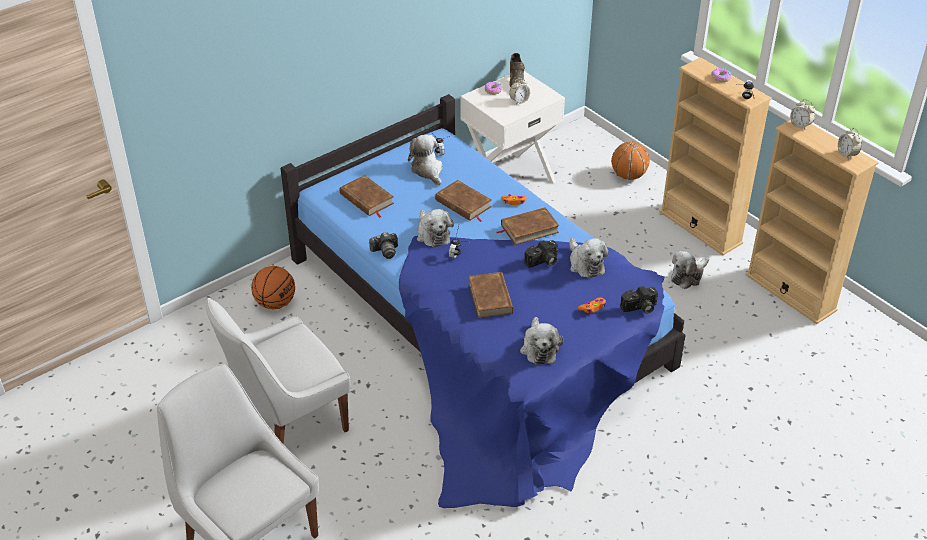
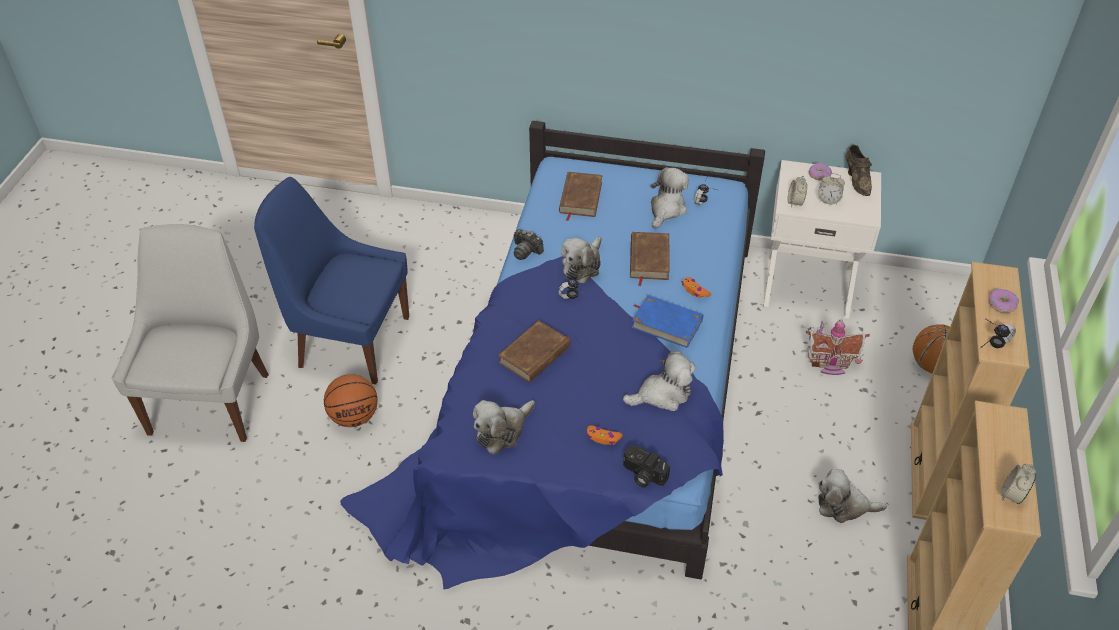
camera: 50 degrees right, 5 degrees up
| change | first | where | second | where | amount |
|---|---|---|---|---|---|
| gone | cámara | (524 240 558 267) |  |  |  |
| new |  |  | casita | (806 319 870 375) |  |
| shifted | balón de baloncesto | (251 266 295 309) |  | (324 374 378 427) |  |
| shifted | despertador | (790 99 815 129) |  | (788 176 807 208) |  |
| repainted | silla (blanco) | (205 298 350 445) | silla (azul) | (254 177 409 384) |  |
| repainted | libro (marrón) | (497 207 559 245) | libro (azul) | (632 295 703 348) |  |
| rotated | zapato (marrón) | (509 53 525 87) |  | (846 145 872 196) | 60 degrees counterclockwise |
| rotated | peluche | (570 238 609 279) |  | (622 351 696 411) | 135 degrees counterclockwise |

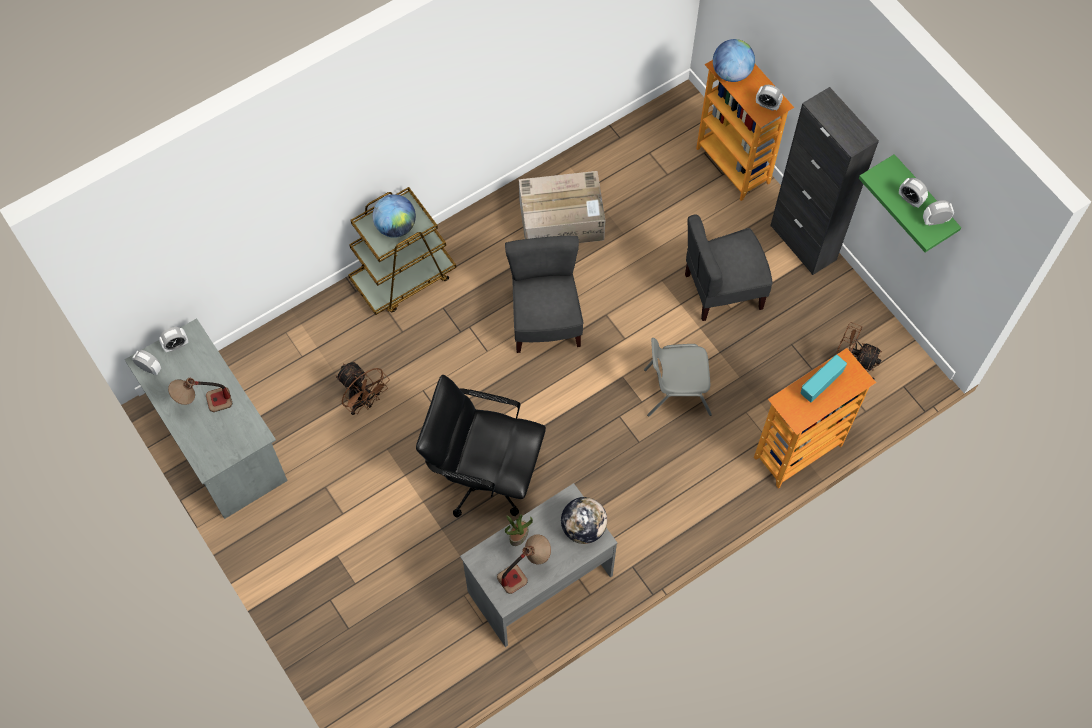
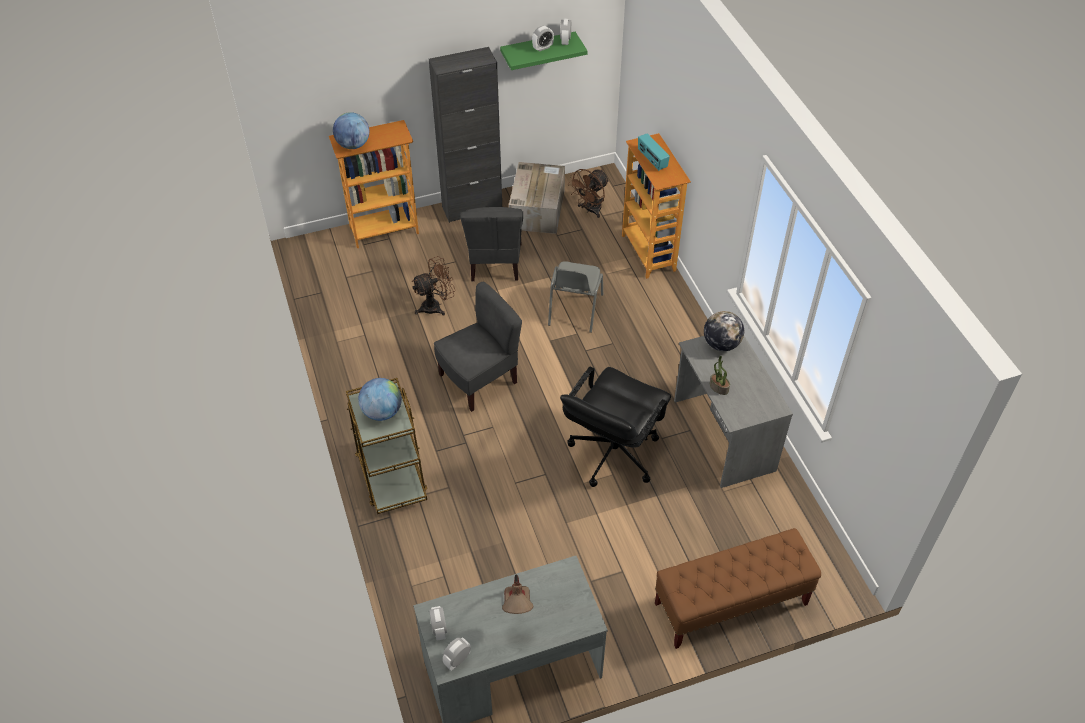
camera: 75 degrees left, 15 degrees down
| change | first | where | second | where | amount |
|---|---|---|---|---|---|
| gone | lámpara de mesa | (497 534 551 594) |  |  |  |
| gone | despertador | (756 85 783 111) |  |  |  |
| new |  |  | banco (marrón) | (655 528 821 649) |  |
| shifted | ventilador (marrón) | (336 362 389 415) |  | (412 256 456 315) |  |
| shifted | caja de cartón | (519 171 606 243) |  | (509 162 565 234) |  |
| rotated | silla (gris) | (505 236 583 353) |  | (434 282 522 412) | 135 degrees clockwise |

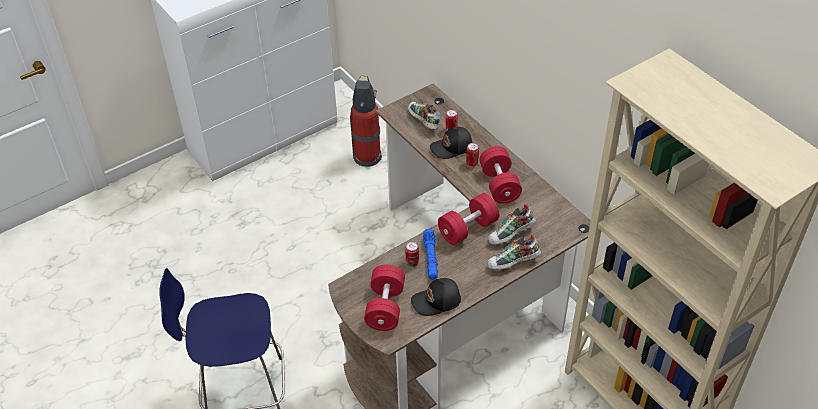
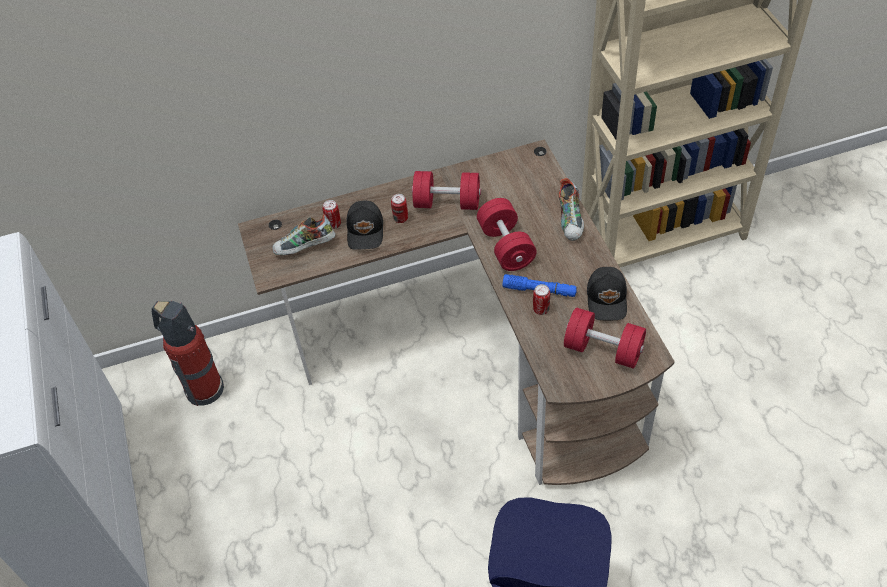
camera: 70 degrees left, 5 degrees up
| change | first | where | second | where | amount |
|---|---|---|---|---|---|
| gone | zapato | (488 204 536 245) |  |  |  |

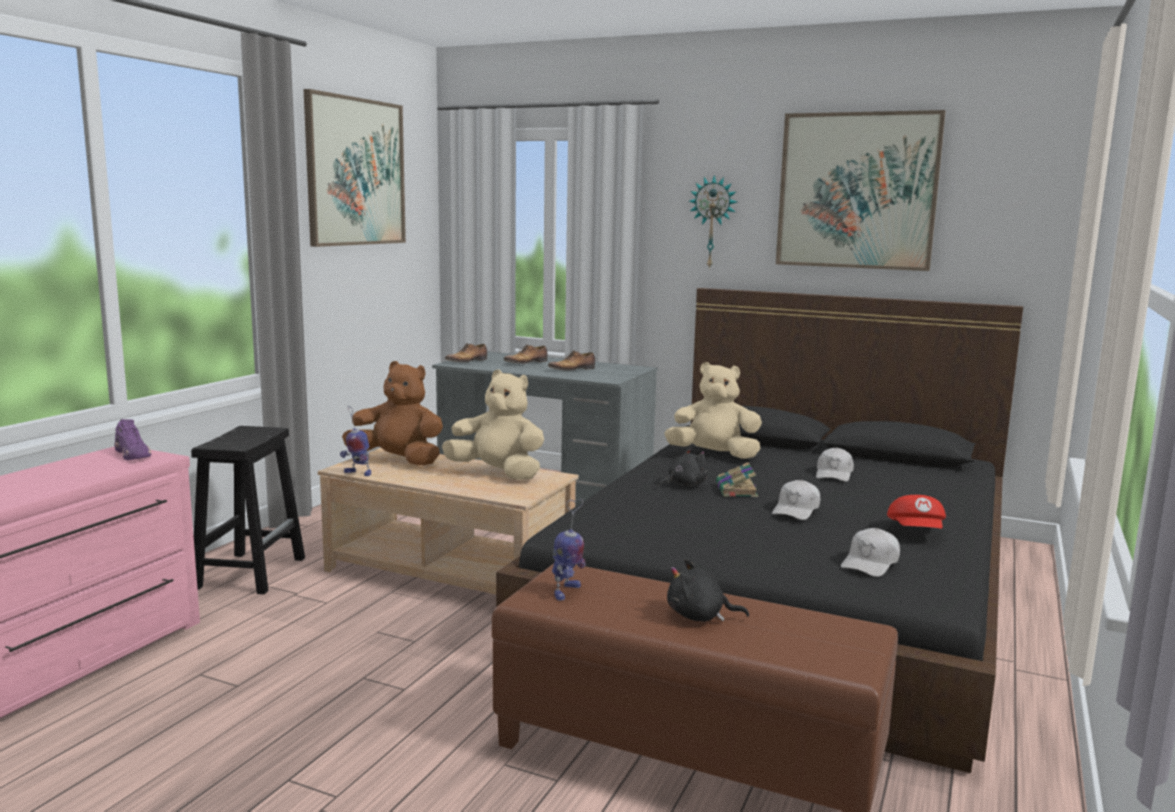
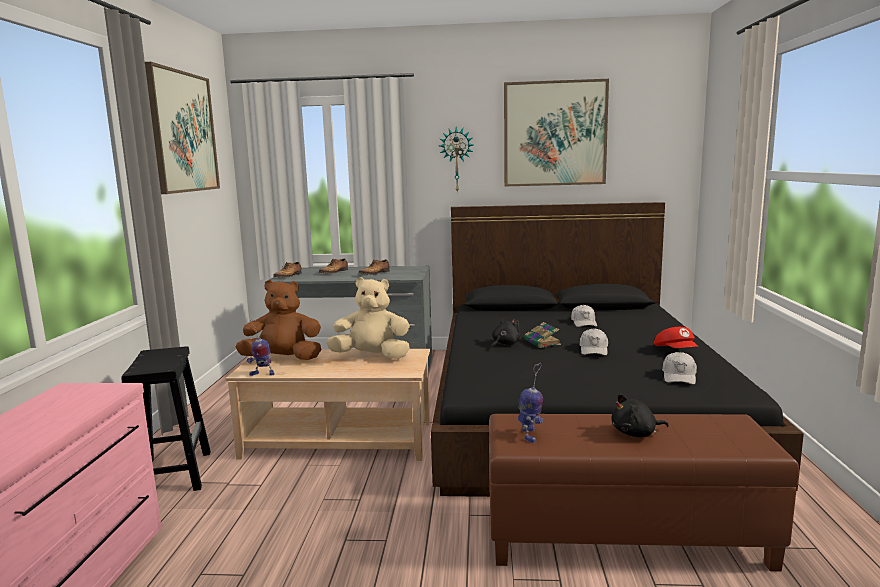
camera: 20 degrees left, 0 degrees up
| change | first | where | second | where | amount |
|---|---|---|---|---|---|
| gone | zapato (morado) | (114 419 151 460) |  |  |  |
| gone | peluche (beis) | (664 362 762 459) |  |  |  |

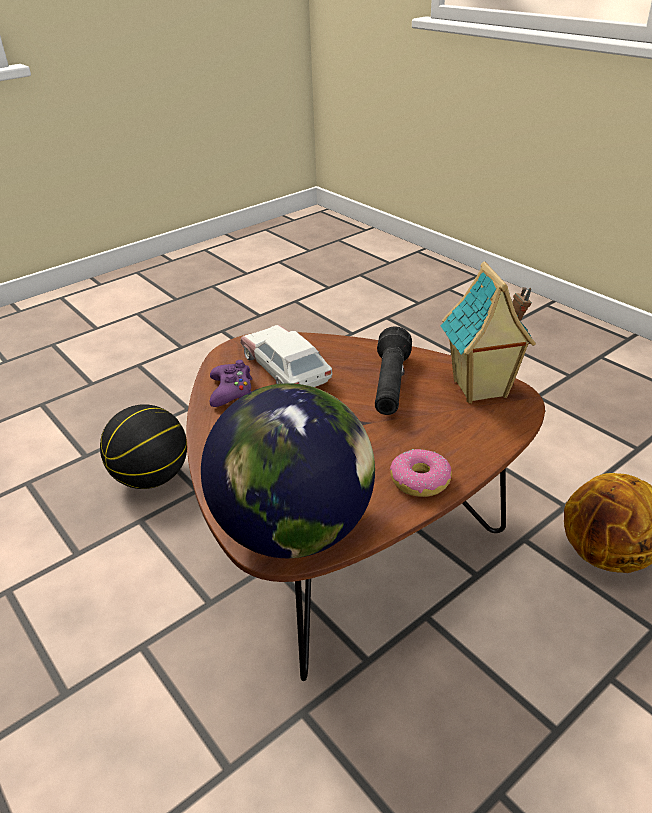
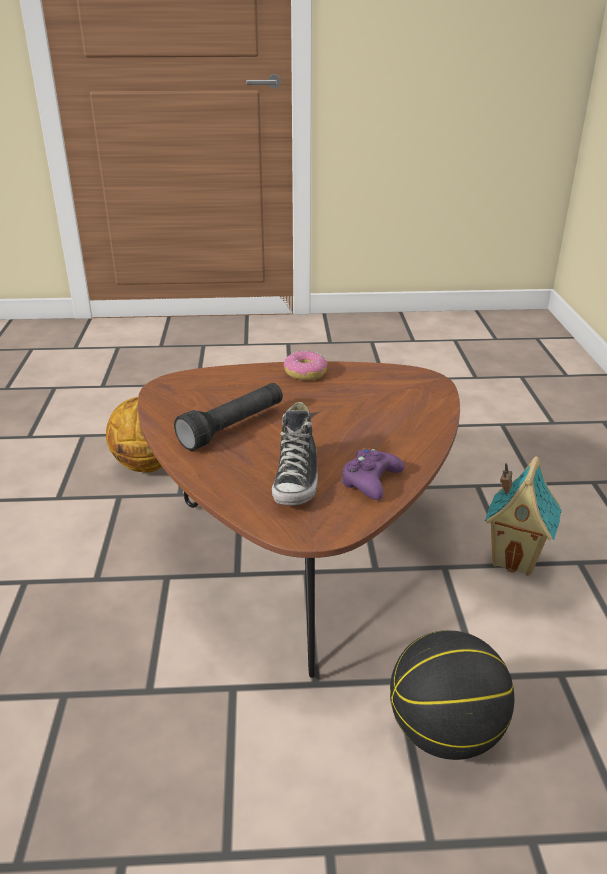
camera: 145 degrees left, 5 degrees down
| change | first | where | second | where | amount |
|---|---|---|---|---|---|
| gone | globo terráqueo | (201 383 375 558) |  |  |  |
| shifted | casita | (441 262 536 403) |  | (484 456 562 576) |  |
| swapped | coche de juguete | (241 325 332 387) | zapato | (272 402 318 506) |  |

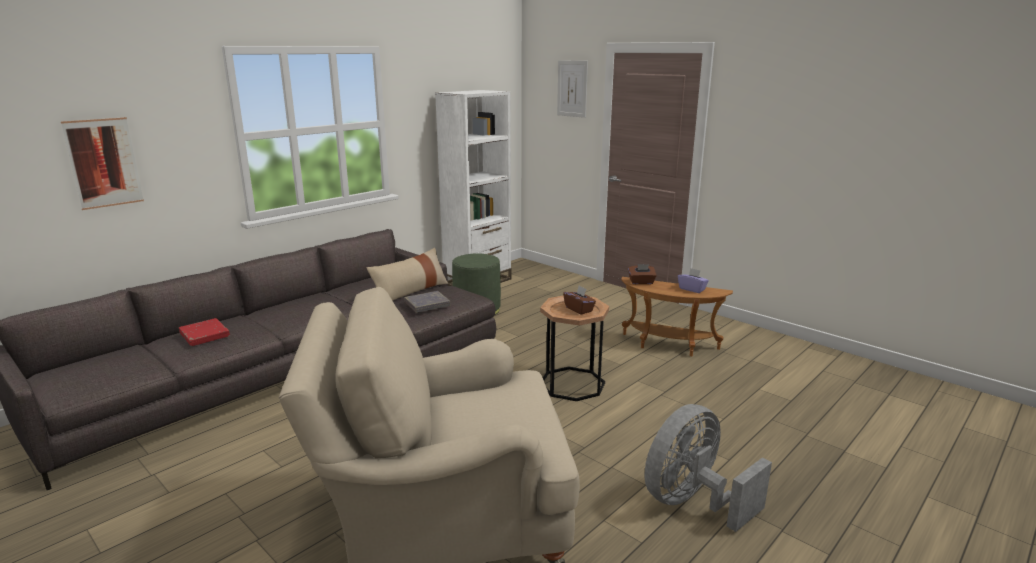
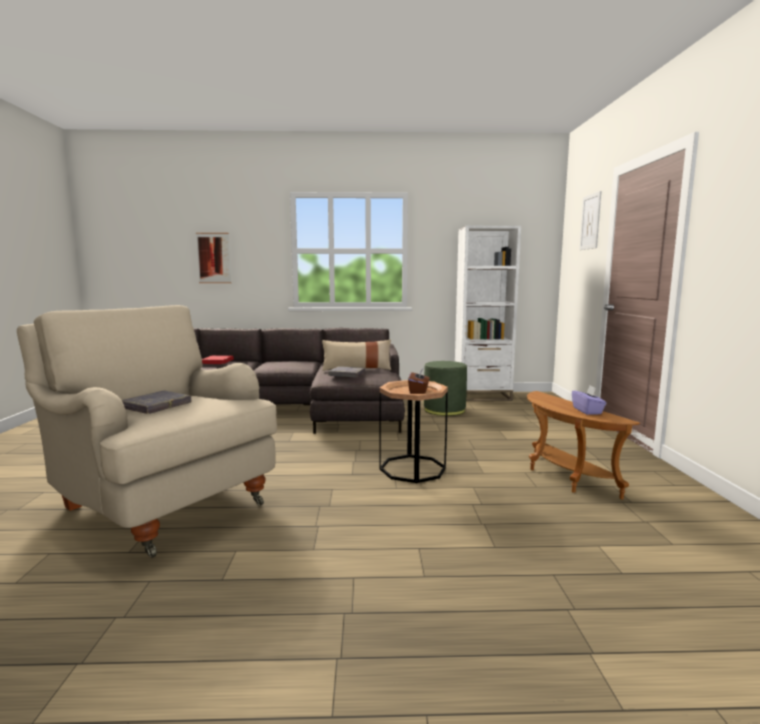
camera: 45 degrees right, 10 degrees down
| change | first | where | second | where | amount |
|---|---|---|---|---|---|
| gone | caja de pañuelos (marrón) | (628 264 657 284) |  |  |  |
| gone | ventilador (gris) | (645 404 772 532) |  |  |  |
| new |  |  | libro (gris) | (122 391 191 414) |  |

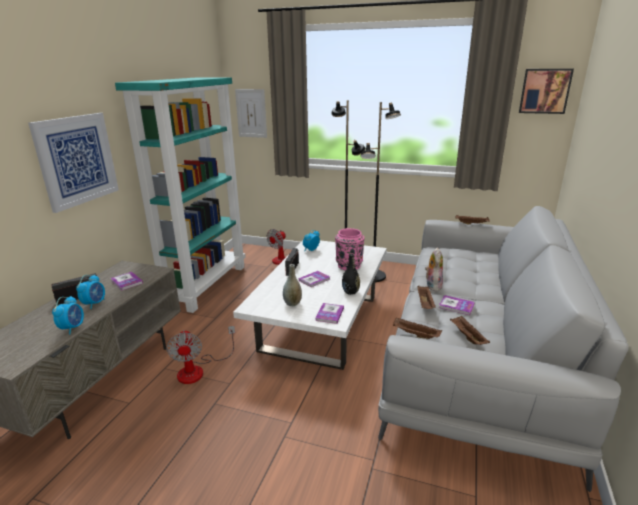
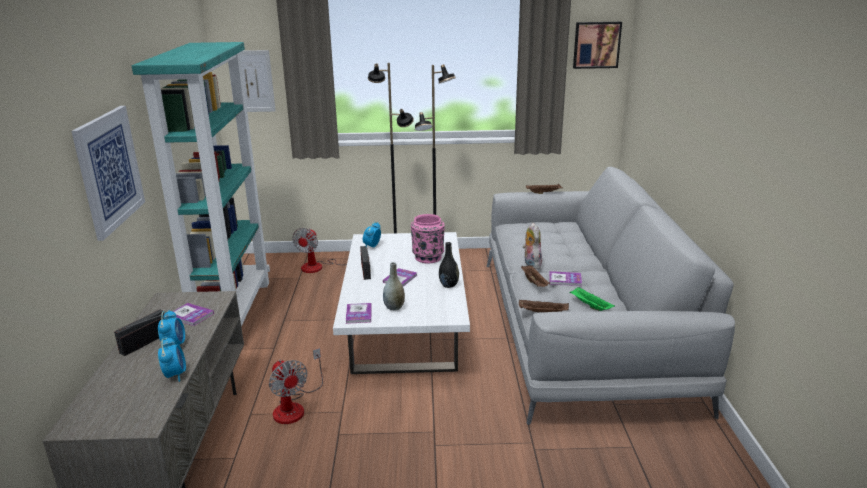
camera: 20 degrees left, 0 degrees up
| change | first | where | second | where | amount |
|---|---|---|---|---|---|
| shifted | libro | (315 303 344 324) |  | (346 303 372 324) |  |
| repainted | bandeja (marrón) | (450 316 490 345) | bandeja (verde) | (570 287 615 311) |  |

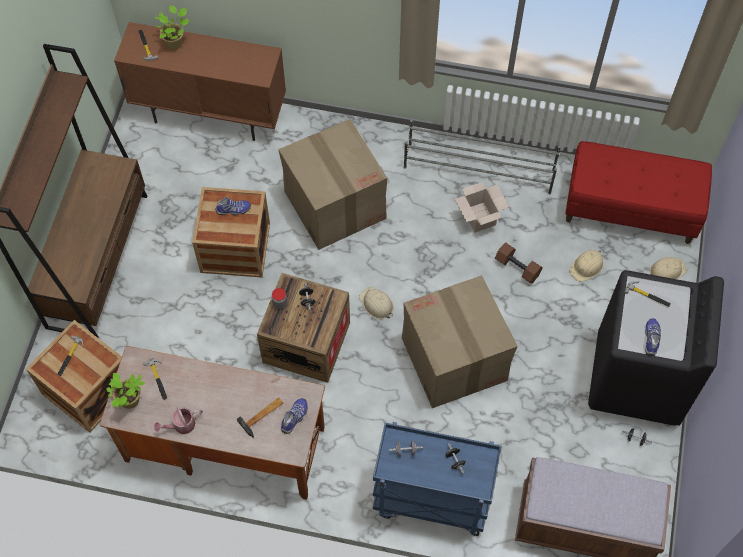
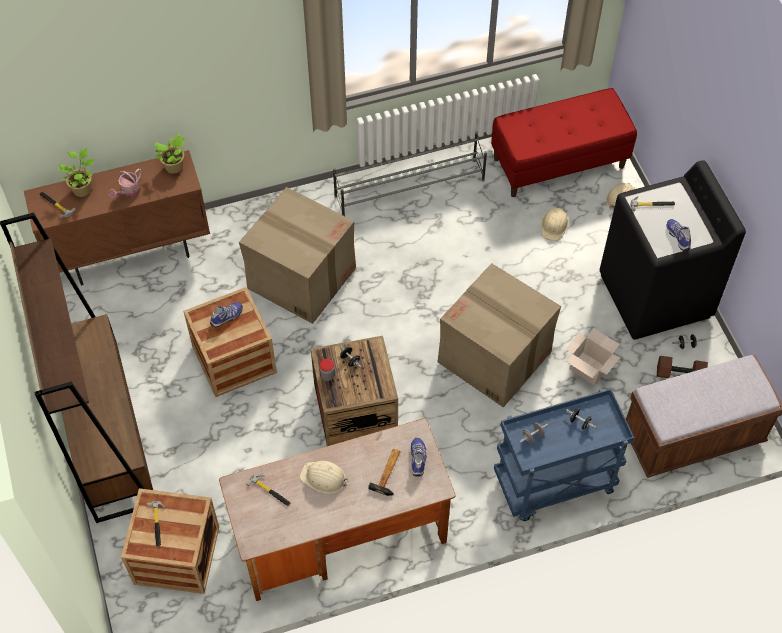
camera: 30 degrees left, 5 degrees down
| change | first | where | second | where | amount |
|---|---|---|---|---|---|
| shifted | planta en maceta | (106 373 145 409) |  | (154 133 185 174) |  |
| shifted | regadera | (154 406 203 434) |  | (109 169 142 198) |  |
| shifted | casco (beis) | (359 287 394 319) |  | (300 461 348 494) |  |
| shifted | caja de cartón | (455 182 509 233) |  | (566 328 620 385) |  |
| shifted | mancuerna (marrón) | (495 242 543 284) |  | (657 356 708 378) |  |

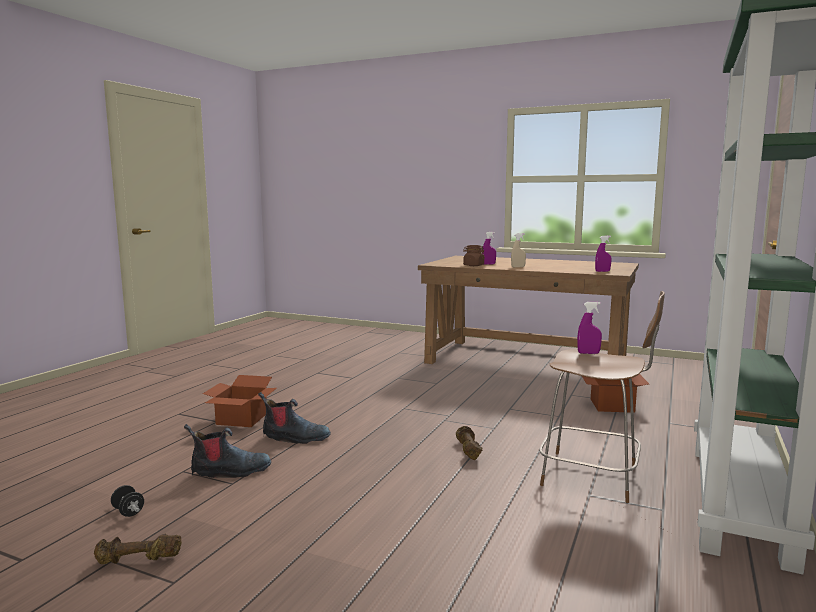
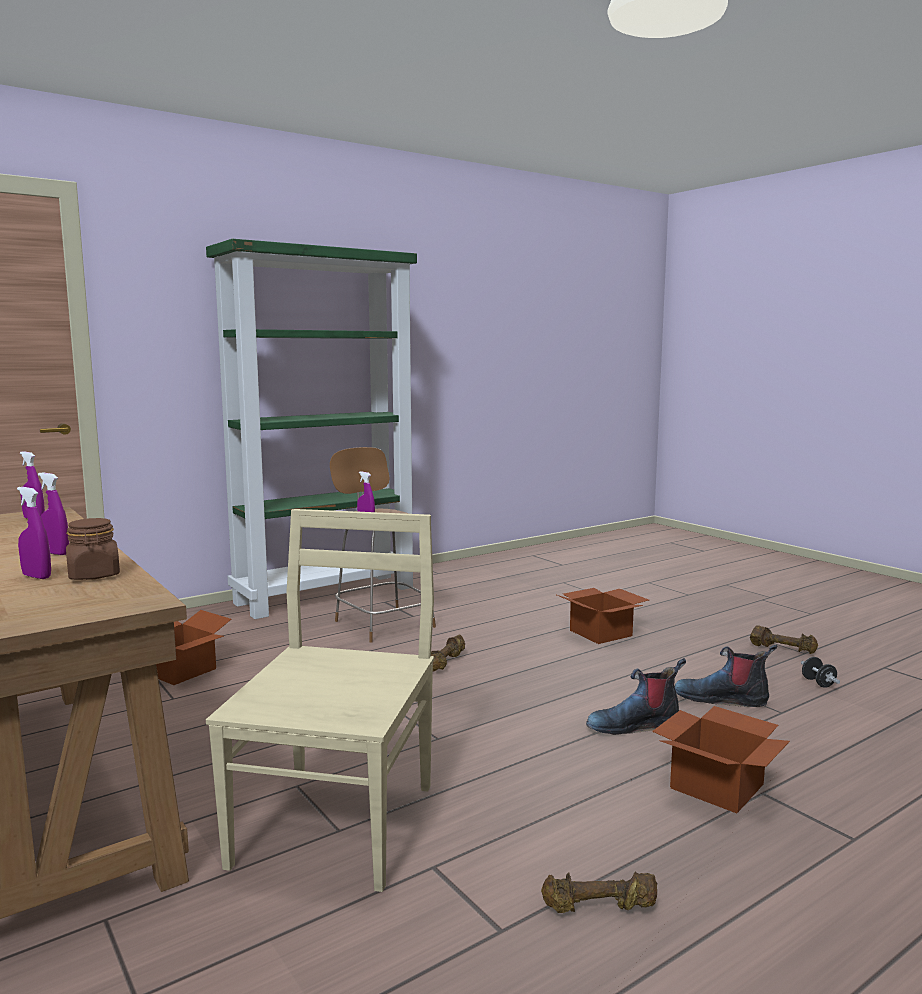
camera: 150 degrees left, 0 degrees up
| change | first | where | second | where | amount |
|---|---|---|---|---|---|
| new |  |  | silla (beis) | (206 509 434 892) |  |
| new |  |  | mancuerna (marrón) | (541 871 657 913) |  |
| new |  |  | caja de cartón | (555 588 649 644) |  |
| repainted | pulverizador (beis) | (511 233 526 267) | pulverizador (morado) | (38 472 69 555) |  |
| rotated | bota | (258 392 331 444) |  | (586 658 686 735) | 45 degrees counterclockwise |

